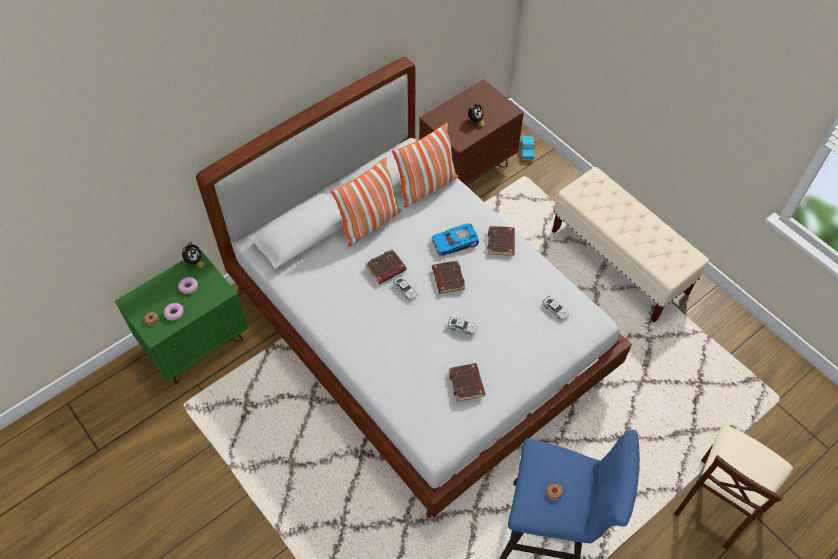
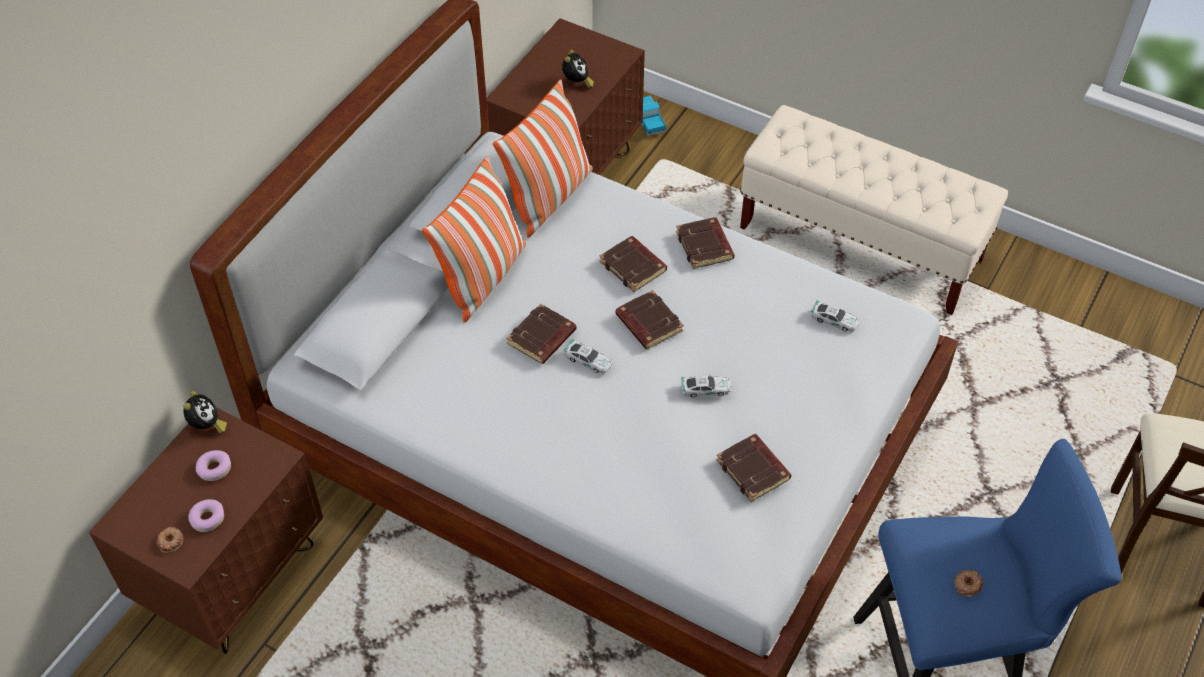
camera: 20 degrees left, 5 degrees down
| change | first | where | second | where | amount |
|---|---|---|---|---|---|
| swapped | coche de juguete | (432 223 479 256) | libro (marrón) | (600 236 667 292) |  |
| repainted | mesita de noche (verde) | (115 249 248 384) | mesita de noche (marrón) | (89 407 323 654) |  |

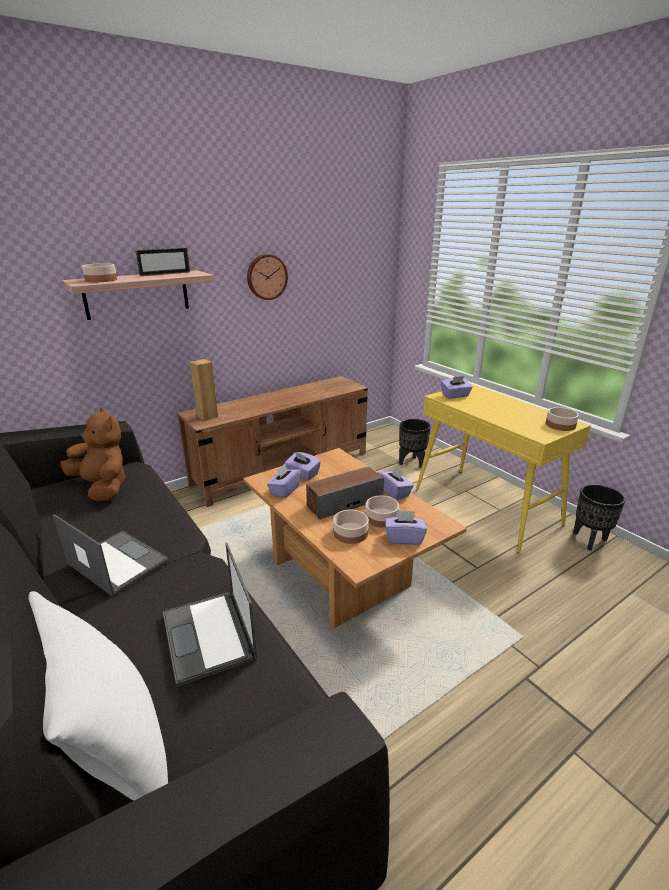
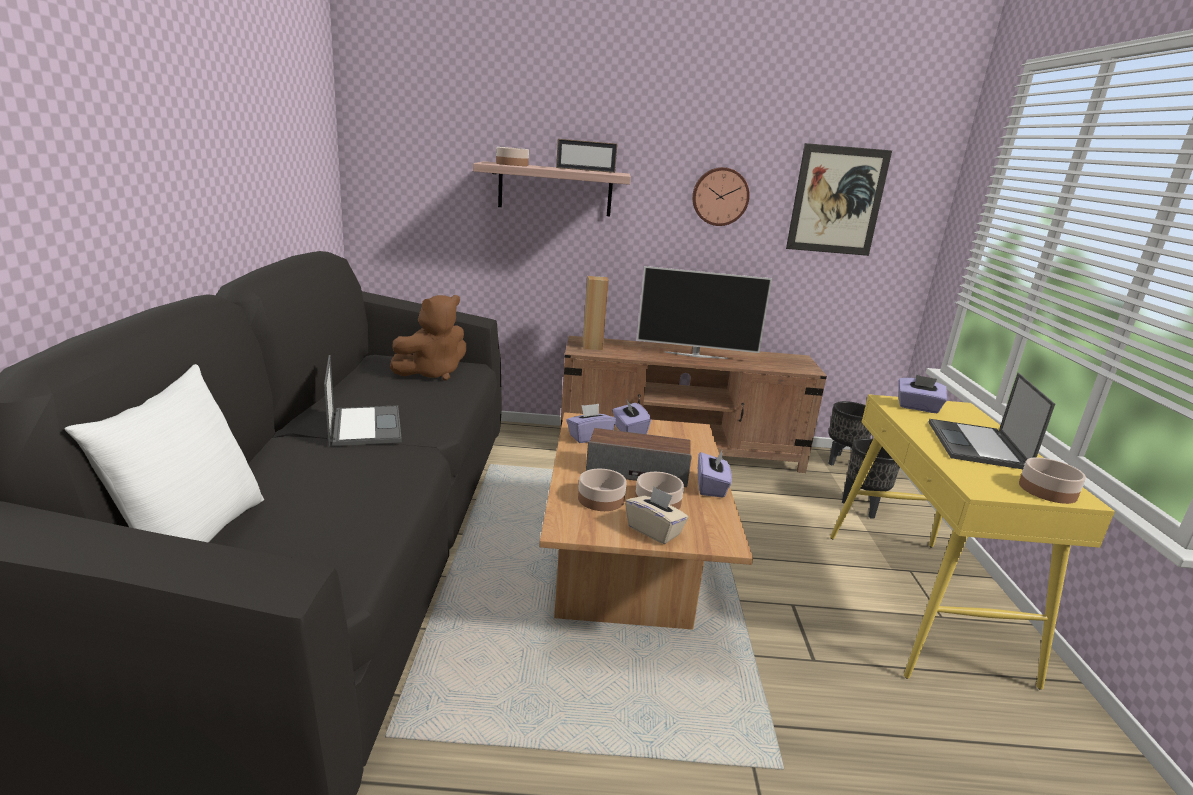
camera: 35 degrees right, 5 degrees down
| change | first | where | second | where | amount |
|---|---|---|---|---|---|
| new |  |  | televisor | (637 266 772 359) |  |
| new |  |  | cuadro | (786 143 892 256) |  |
| shifted | portátil | (163 543 257 687) |  | (928 373 1055 469) |  |
| shifted | maceta (negro) | (573 484 625 551) |  | (828 401 871 466) |  |
| repainted | caja de pañuelos (morado) | (385 510 427 545) | caja de pañuelos (beis) | (625 487 689 544) |  |
| rotated | peluche (marrón) | (60 407 126 501) |  | (390 295 466 381) | 60 degrees clockwise |

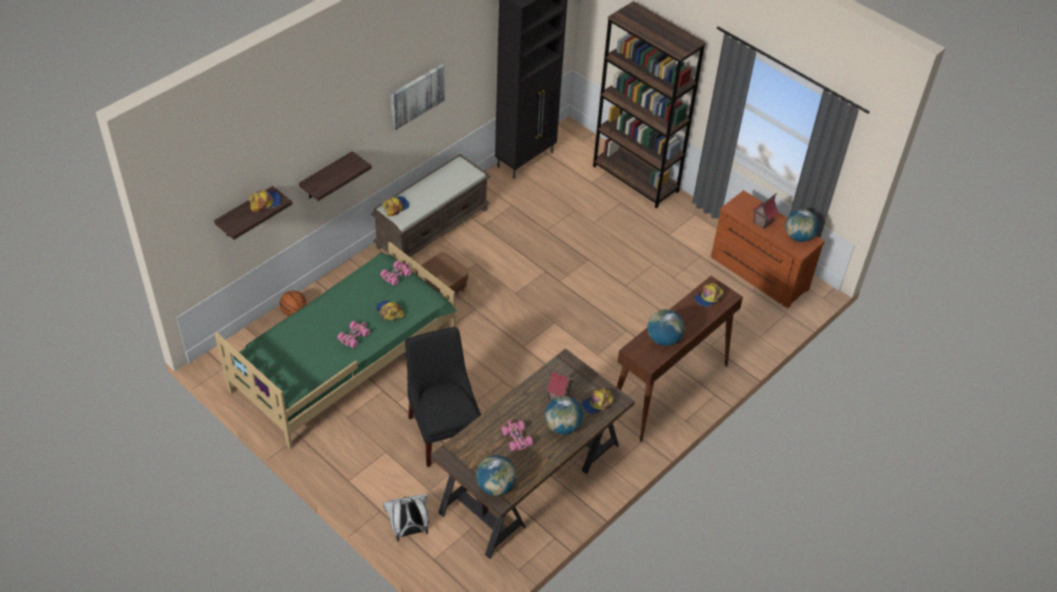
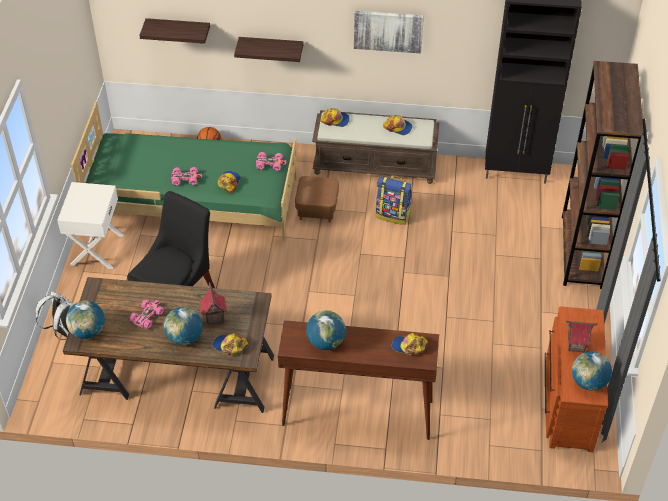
camera: 55 degrees right, 0 degrees up
| change | first | where | second | where | amount |
|---|---|---|---|---|---|
| new |  |  | mesita de noche (blanco) | (57 182 124 269) |  |
| new |  |  | mochila | (376 176 412 225) |  |
| shifted | gorra | (249 190 281 212) |  | (383 115 413 135) |  |

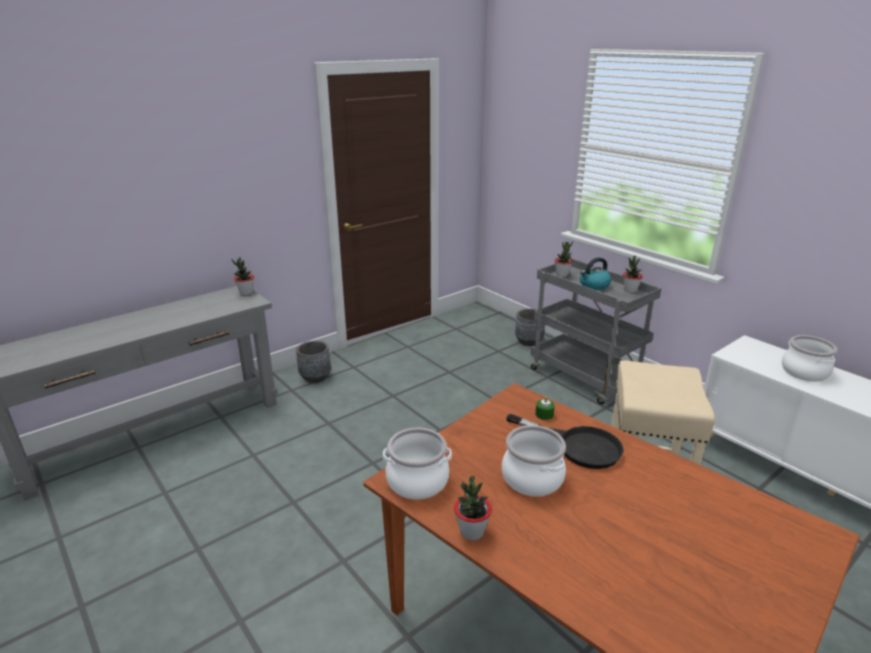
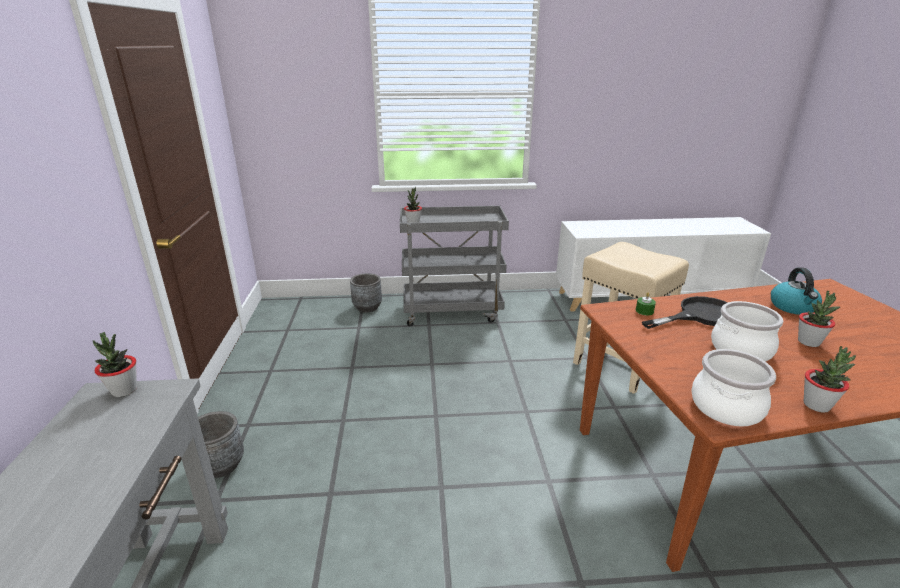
camera: 55 degrees left, 0 degrees up
| change | first | where | second | where | amount |
|---|---|---|---|---|---|
| gone | olla | (782 335 837 381) |  |  |  |
| shifted | hervidor | (580 257 611 290) |  | (771 267 822 315) |  |
| shifted | planta en maceta | (623 256 643 293) |  | (798 291 840 347) |  |

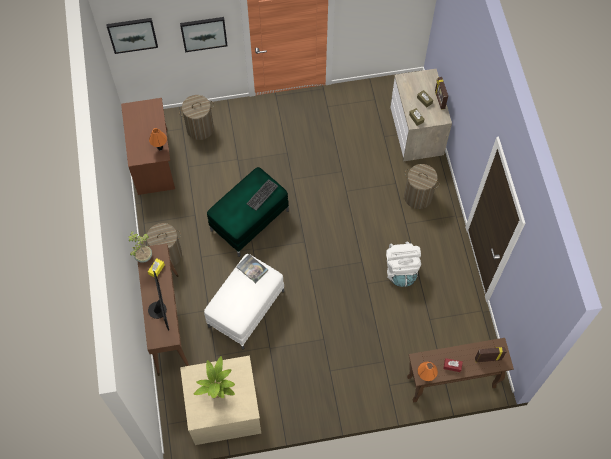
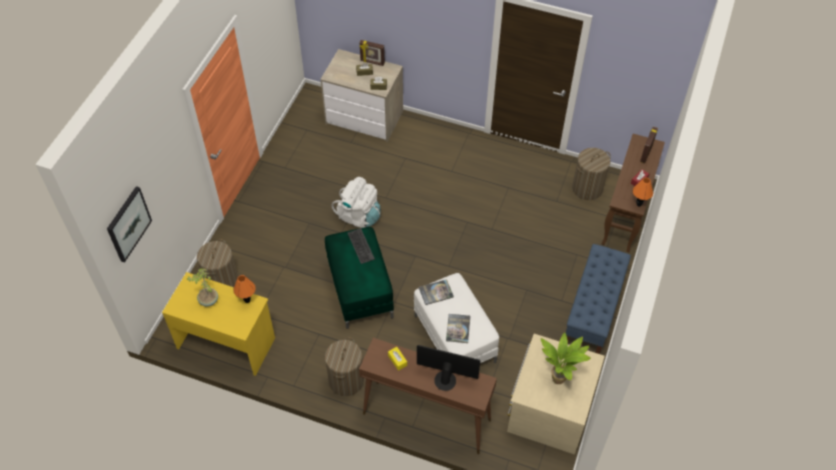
camera: 60 degrees left, 10 degrees down
| change | first | where | second | where | amount |
|---|---|---|---|---|---|
| gone | cuadro | (180 17 227 52) |  |  |  |
| new |  |  | libro | (446 314 471 343) |  |
| new |  |  | banco (azul) | (566 244 631 354) |  |
| shifted | planta en maceta | (128 231 152 263) |  | (186 268 218 306) |  |
| shifted | mochila (blanco) | (386 242 421 287) |  | (332 177 381 228) |  |
| shifted | cesto de la ropa | (404 164 440 209) |  | (572 148 611 200) |  |
| repainted | escritorio (marrón) | (121 98 175 195) | escritorio (amarillo) | (162 272 275 376) |  |

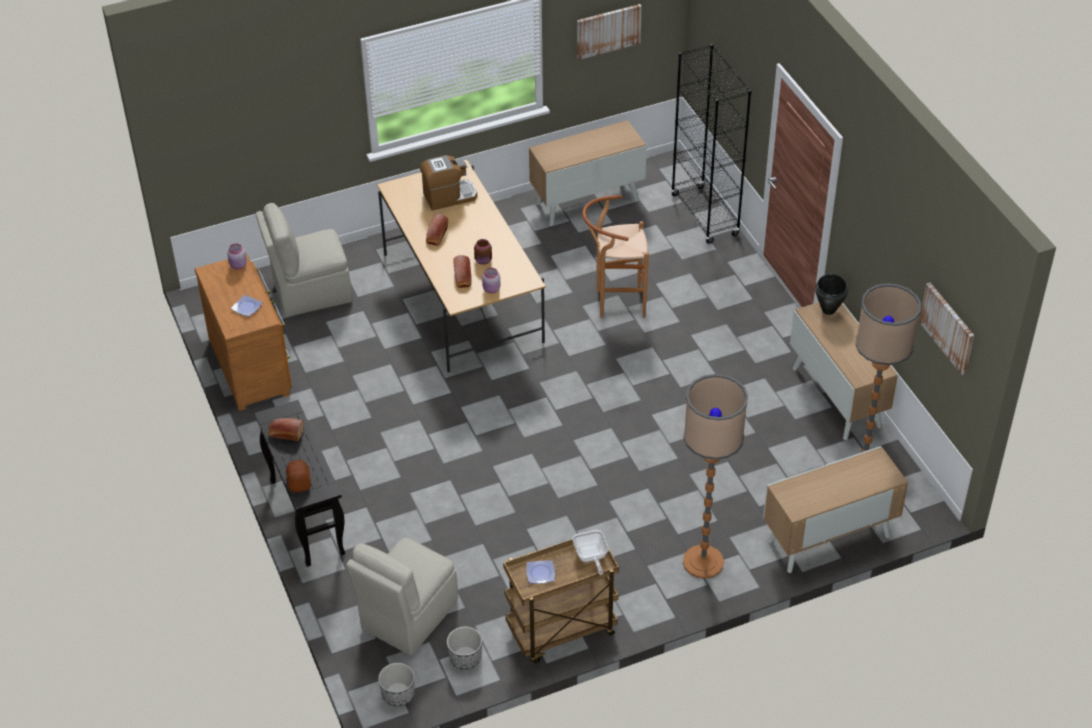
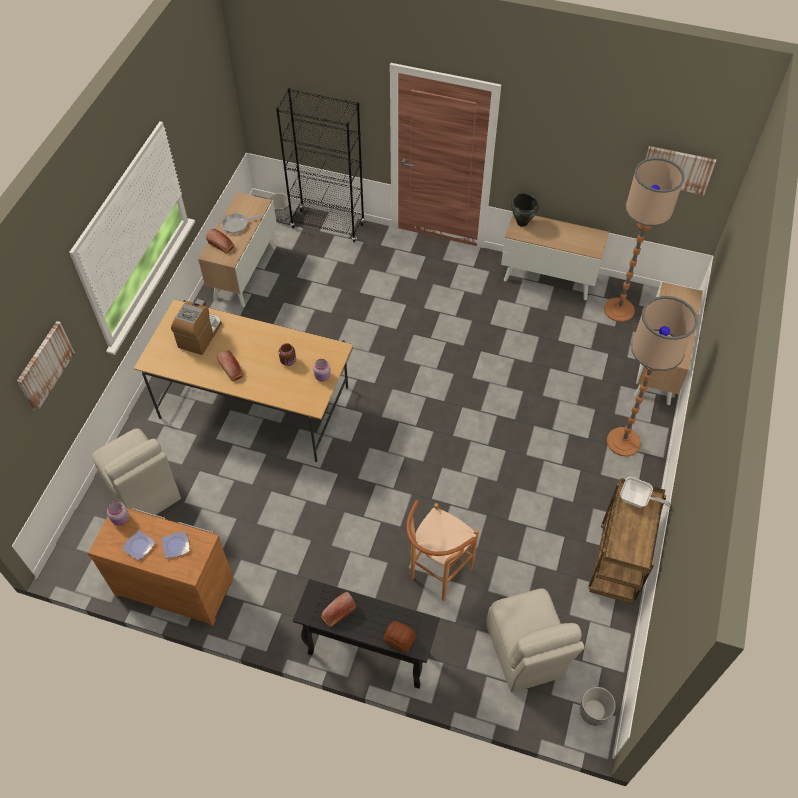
camera: 50 degrees left, 10 degrees up
| change | first | where | second | where | amount |
|---|---|---|---|---|---|
| new |  |  | sartén | (221 213 262 234) |  |
| shifted | maceta | (447 627 482 670) |  | (268 193 291 221) |  |
| shifted | pan | (453 255 472 288) |  | (206 229 234 253) |  |
| shifted | plato | (526 560 555 584) |  | (122 530 155 560) |  |
| shifted | cuadro | (577 4 642 60) |  | (17 321 75 412) |  |
| shifted | taburete (marrón) | (582 195 649 318) |  | (406 500 479 601) |  |
| rotated | silla (beis) | (255 203 352 317) |  | (92 428 181 515) | 60 degrees counterclockwise |

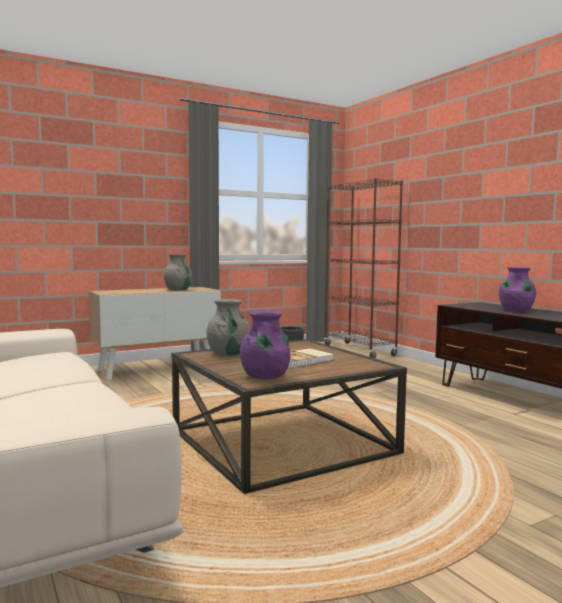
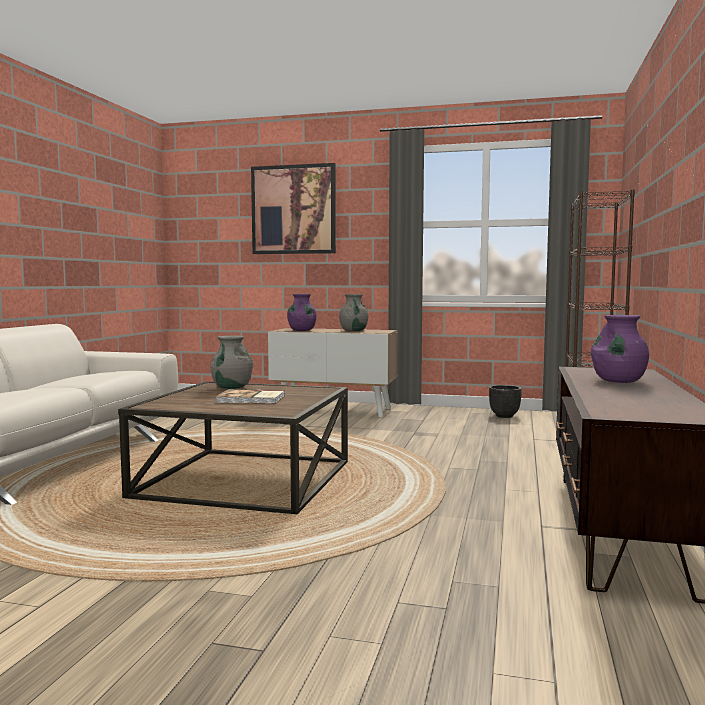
camera: 45 degrees right, 0 degrees up
| change | first | where | second | where | amount |
|---|---|---|---|---|---|
| new |  |  | cuadro | (251 163 336 254) |  |
| shifted | florero (morado) | (240 310 291 380) |  | (287 294 316 331) |  |

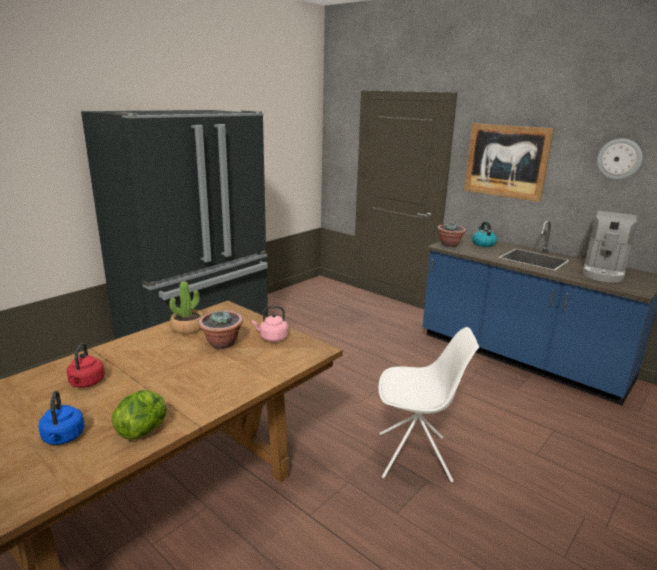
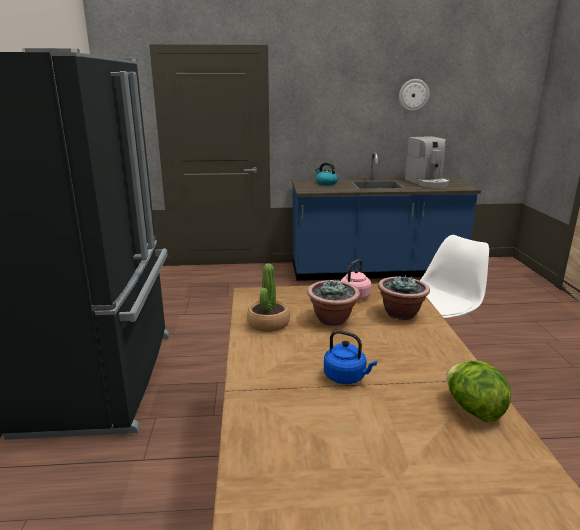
camera: 45 degrees left, 0 degrees up
| change | first | where | second | where | amount |
|---|---|---|---|---|---|
| gone | hervidor (rojo) | (66 343 105 388) |  |  |  |
| gone | cuadro | (464 123 554 202) |  |  |  |
| shifted | hervidor (azul) | (39 391 85 445) |  | (324 330 377 384) |  |
| shifted | planta en maceta | (437 223 466 247) |  | (378 275 430 320) |  |

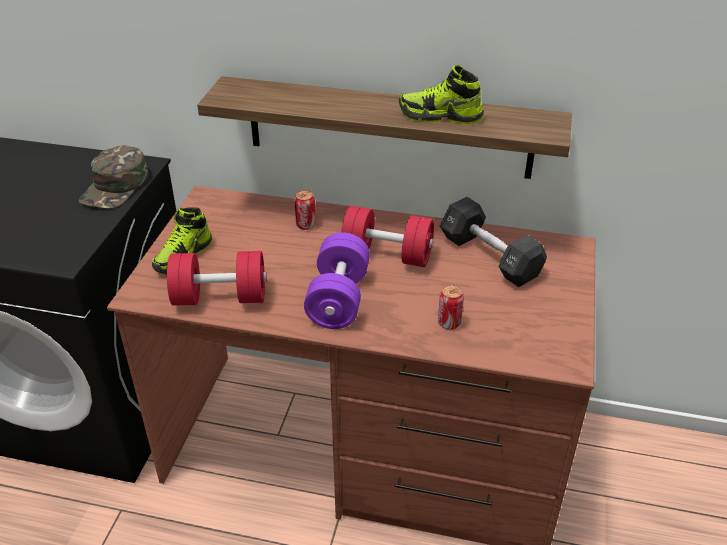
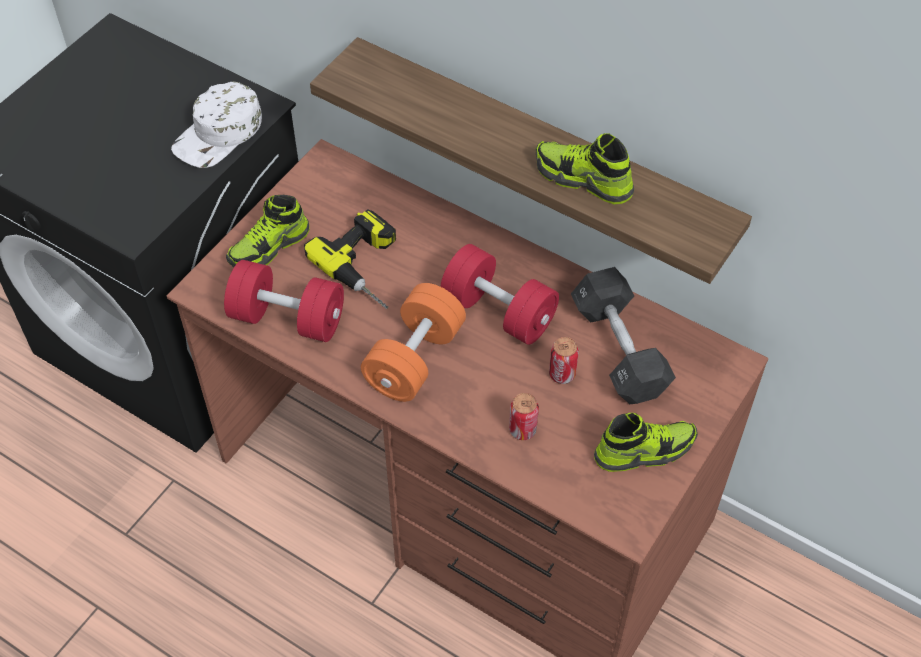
camera: 20 degrees right, 15 degrees up
| change | first | where | second | where | amount |
|---|---|---|---|---|---|
| new |  |  | taladro | (304 209 396 309) |  |
| new |  |  | zapato | (594 413 698 472) |  |
| shifted | lata | (294 190 316 230) |  | (549 337 579 384) |  |
| repainted | gorra (verde) | (79 145 148 209) | gorra (blanco) | (171 81 262 168) |  |
| repainted | mancuerna (morado) | (304 232 370 329) | mancuerna (naranja) | (361 283 466 402) |  |

